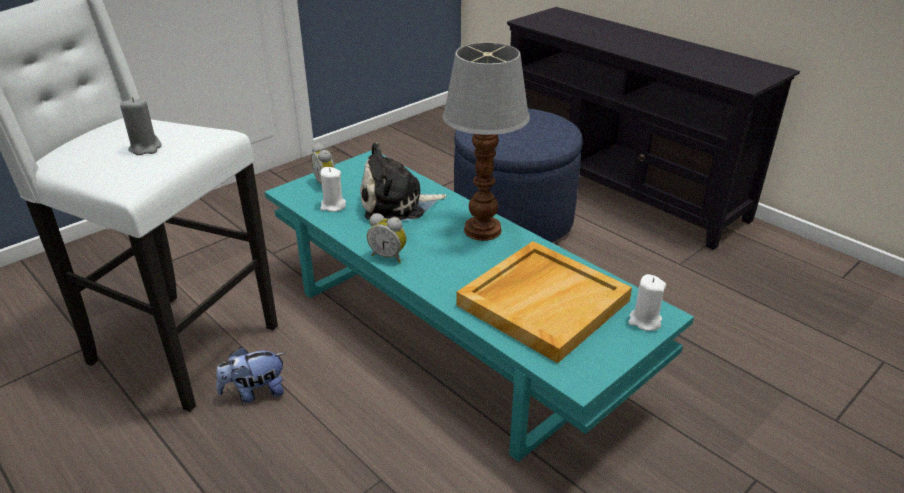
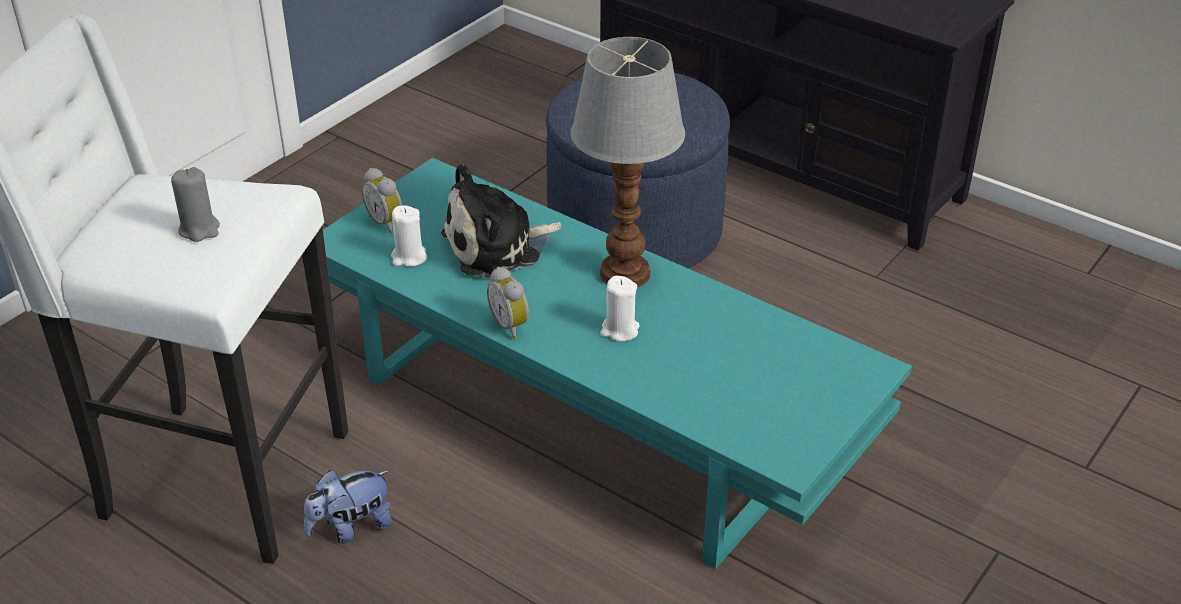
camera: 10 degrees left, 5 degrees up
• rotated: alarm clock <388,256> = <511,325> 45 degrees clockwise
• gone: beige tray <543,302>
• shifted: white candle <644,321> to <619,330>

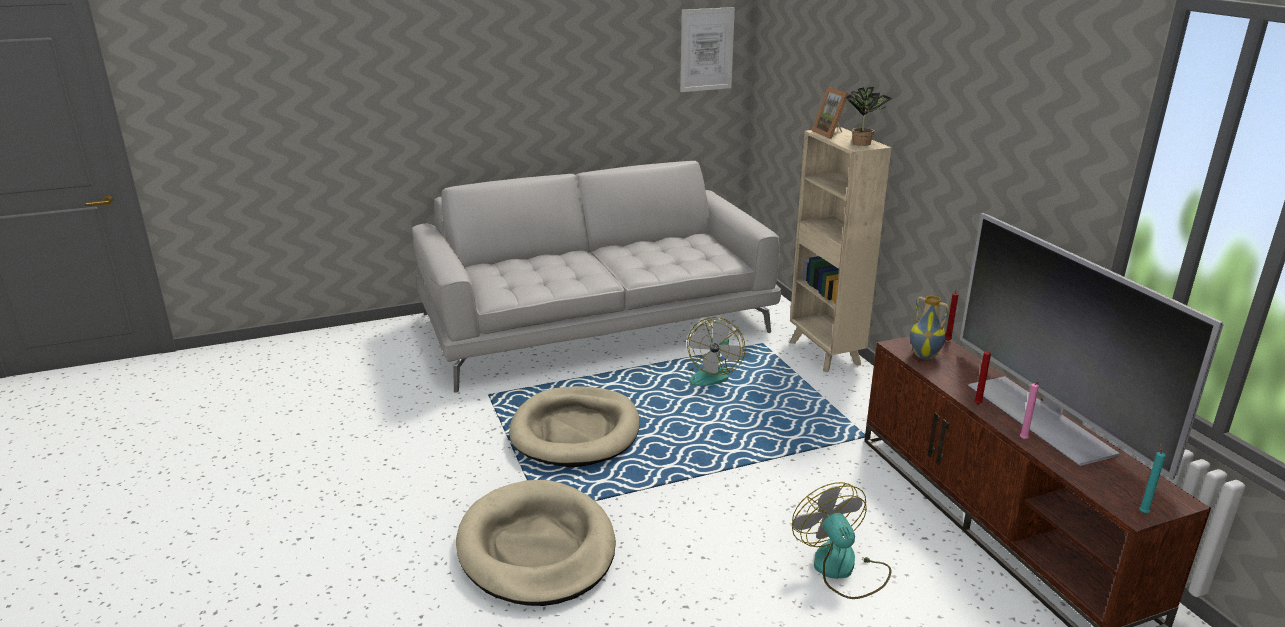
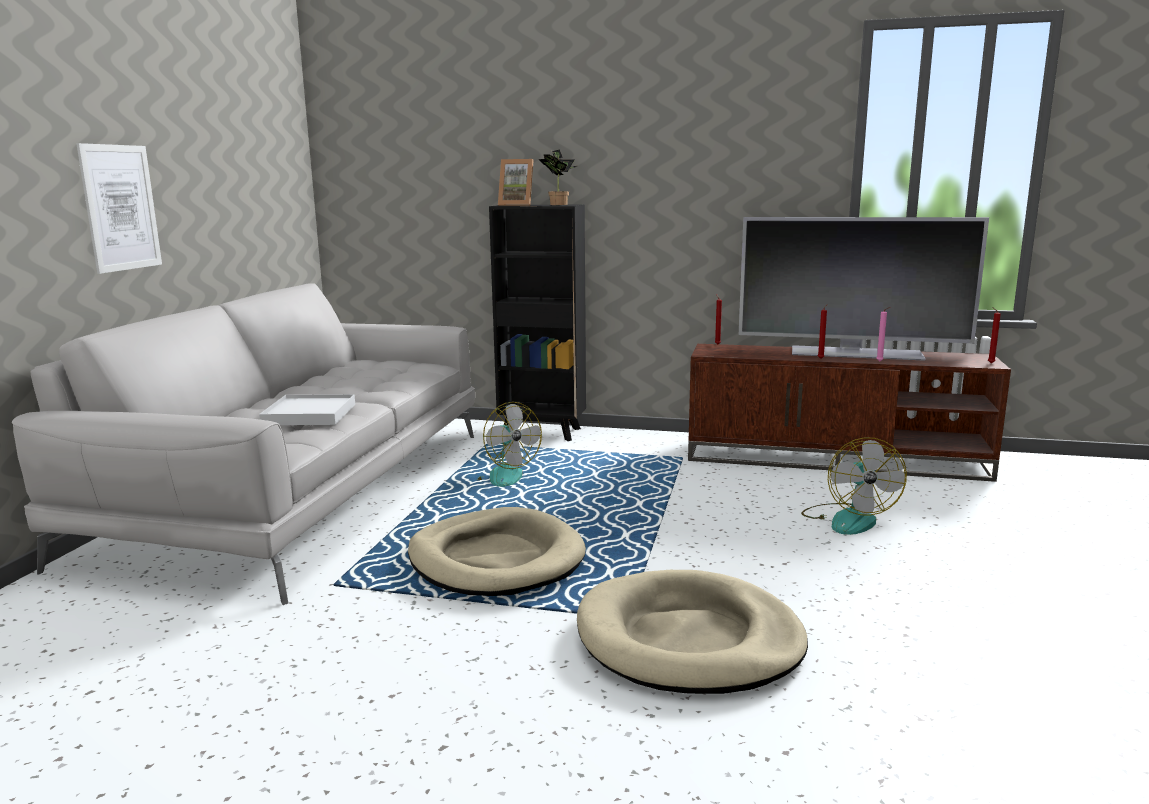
camera: 55 degrees left, 10 degrees down
• shifted: picture <706,49> to <120,208>
• repainted: beige bookcase <825,354> to black bookcase <542,432>
• rotated: fan <842,569> = <848,519> 105 degrees counterclockwise
• gone: vase <925,355>
• repainted: turquoise candle <1143,512> to red candle <990,363>
• new: white tray <310,414>

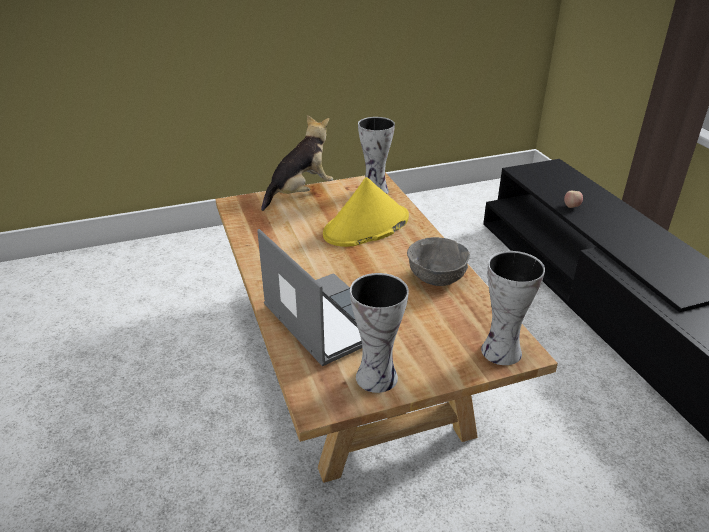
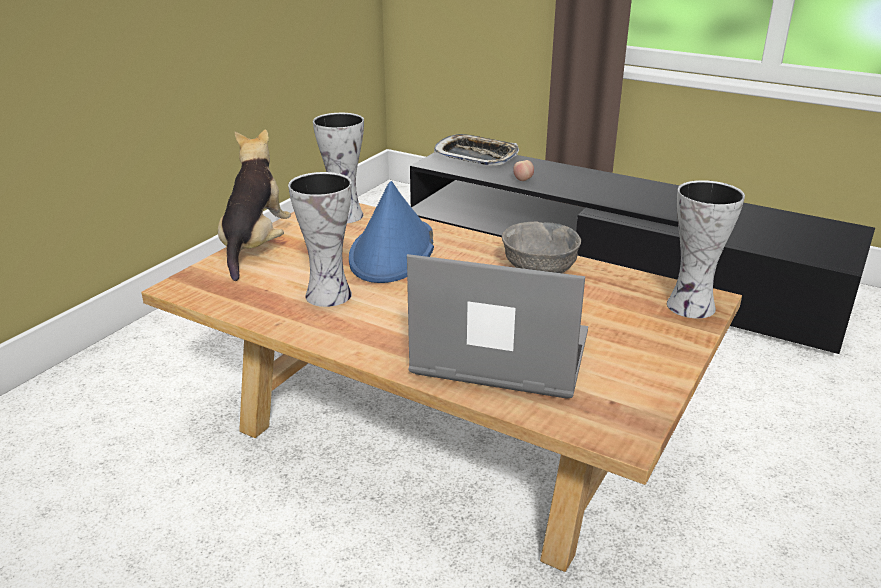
camera: 40 degrees left, 5 degrees down
• repainted: yellow hat <366,226> to blue hat <392,252>
• shifted: vase <377,375> to <327,294>
• new: tray <476,156>

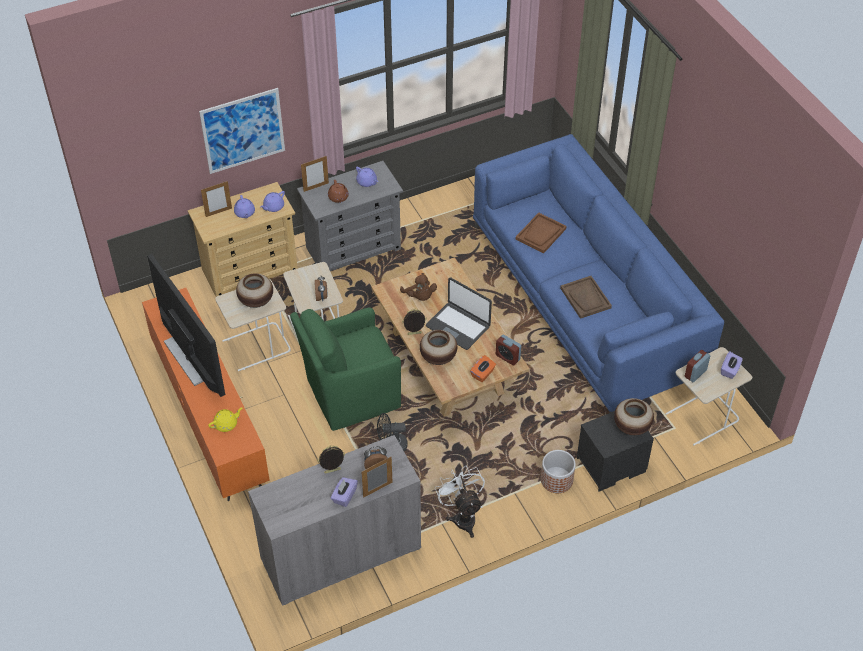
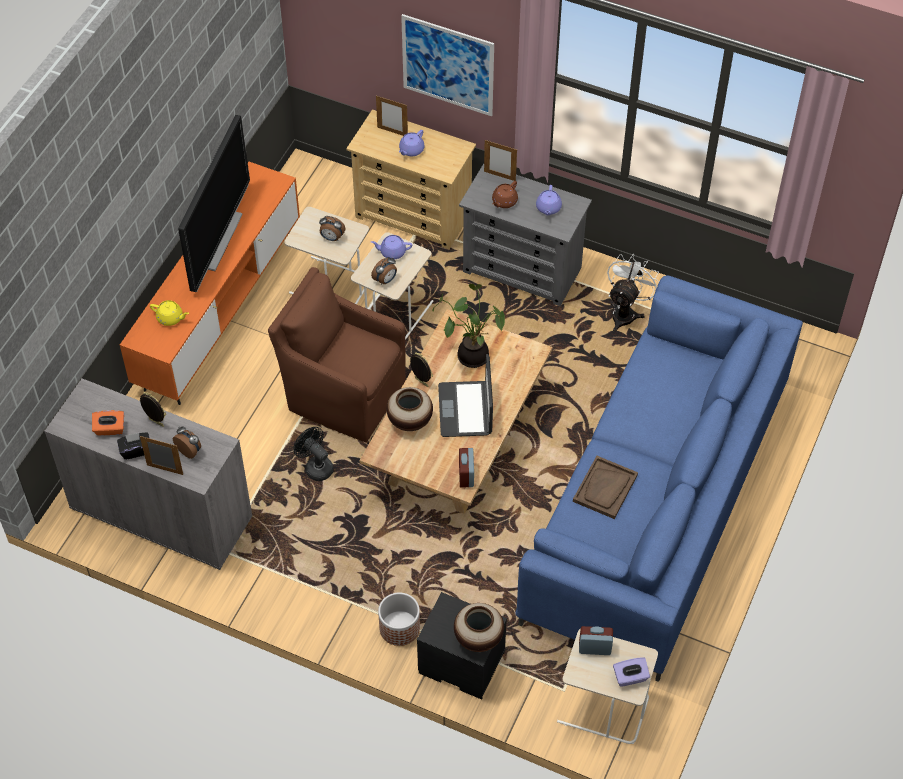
camera: 50 degrees right, 5 degrees up
• swapped: vase <256,301> to alarm clock <332,238>
• shifted: purple teapot <273,207> to <392,252>
• repainted: green armchair <350,394> to brown armchair <343,393>
• repainted: purple tissue box <344,496> to black tissue box <136,450>
• swapped: brown plush toy <419,296> to potted plant <472,354>
• shifted: white fan <462,516> to <626,312>
• shifted: orange tissue box <483,374> to <110,429>
• gone: brown tray <540,234>

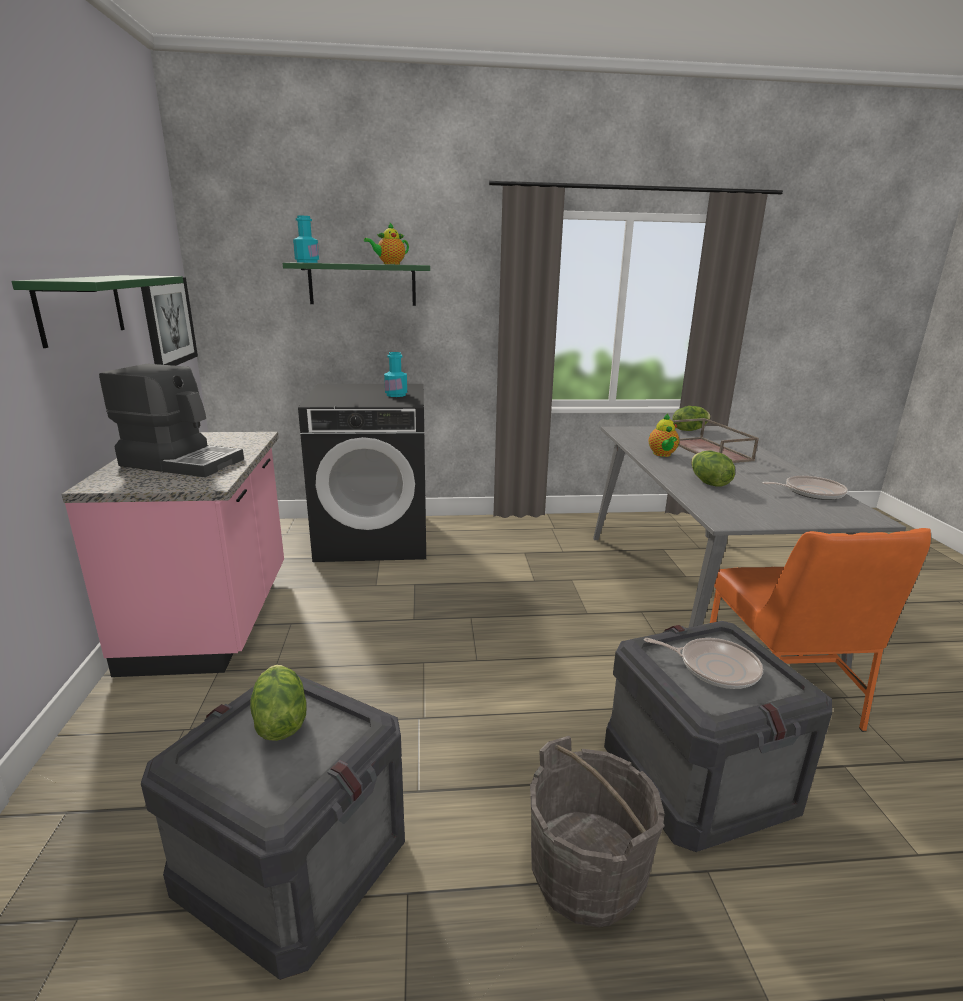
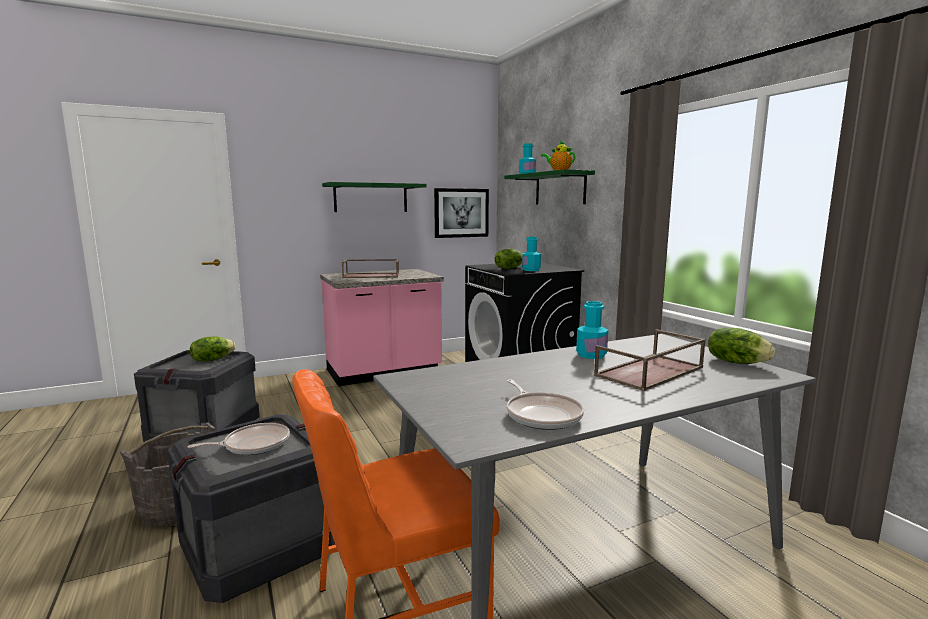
camera: 70 degrees right, 10 degrees down
• swapped: coffee machine <182,462> to brown tray <372,275>
• rotated: frying pan <714,667> = <253,444> 120 degrees counterclockwise
• swapped: teapot <662,454> to turquoise bottle <591,355>
• shifted: lettuce <708,483> to <509,268>

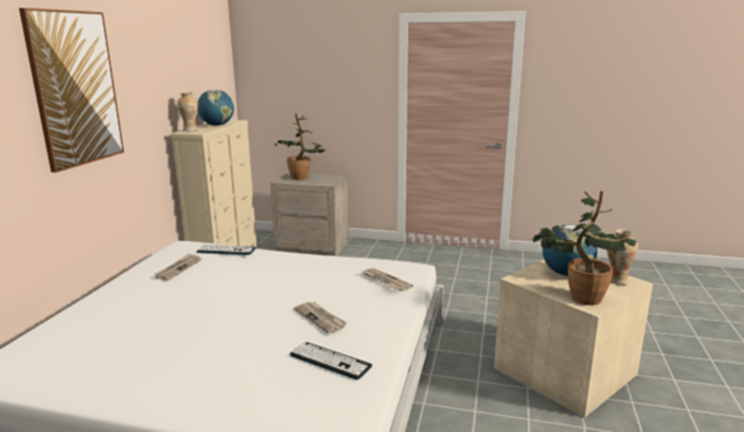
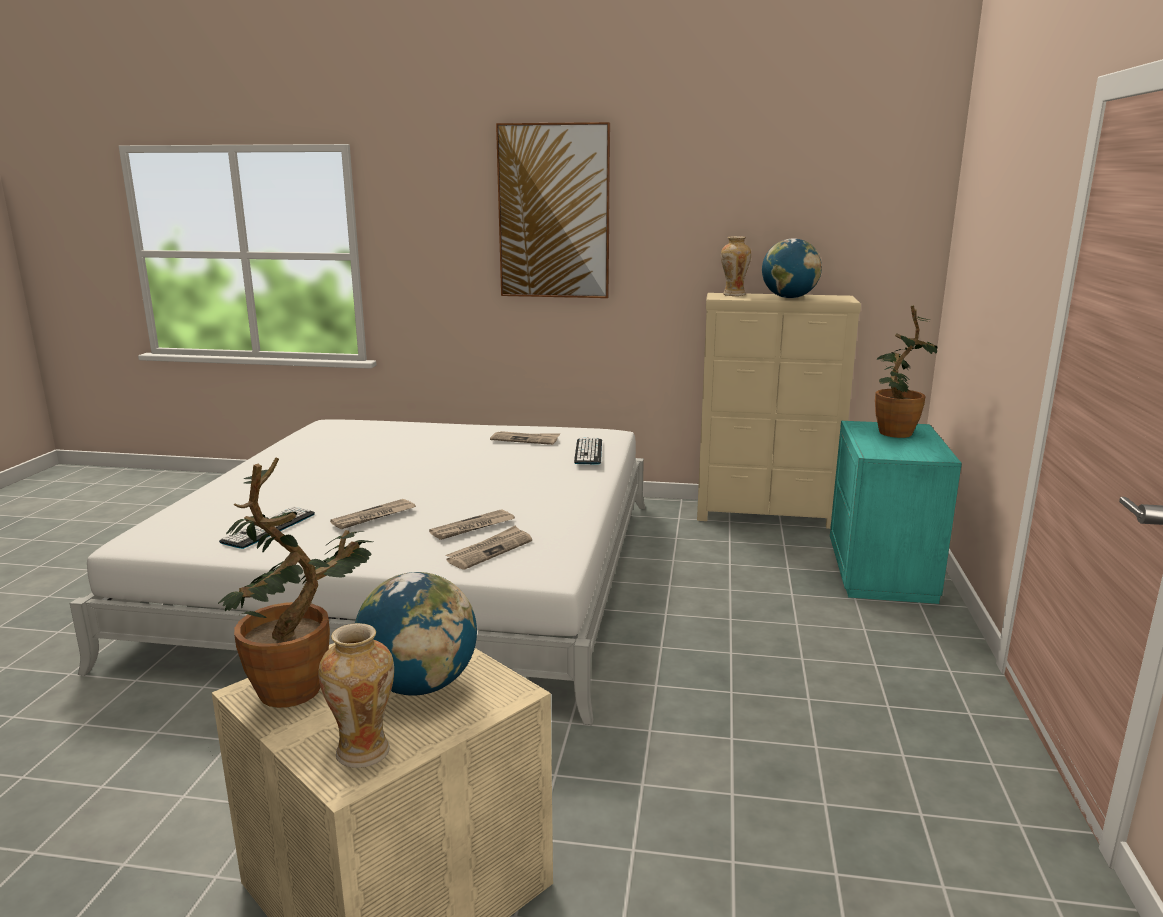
camera: 85 degrees right, 0 degrees up
• repainted: beige nightstand <313,245> to turquoise nightstand <883,572>
• new: newspaper <472,527>

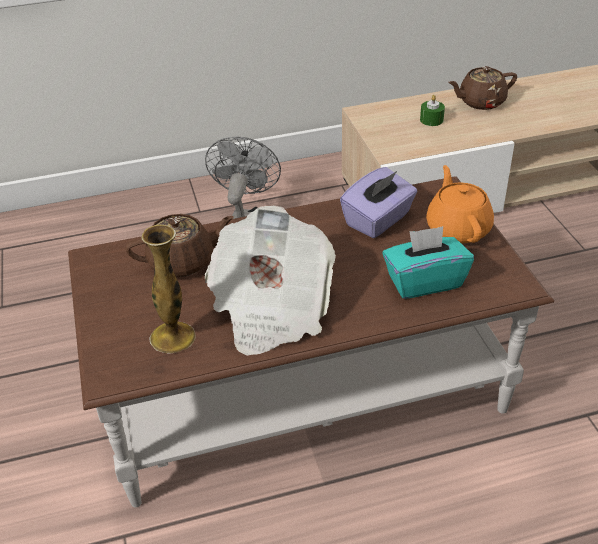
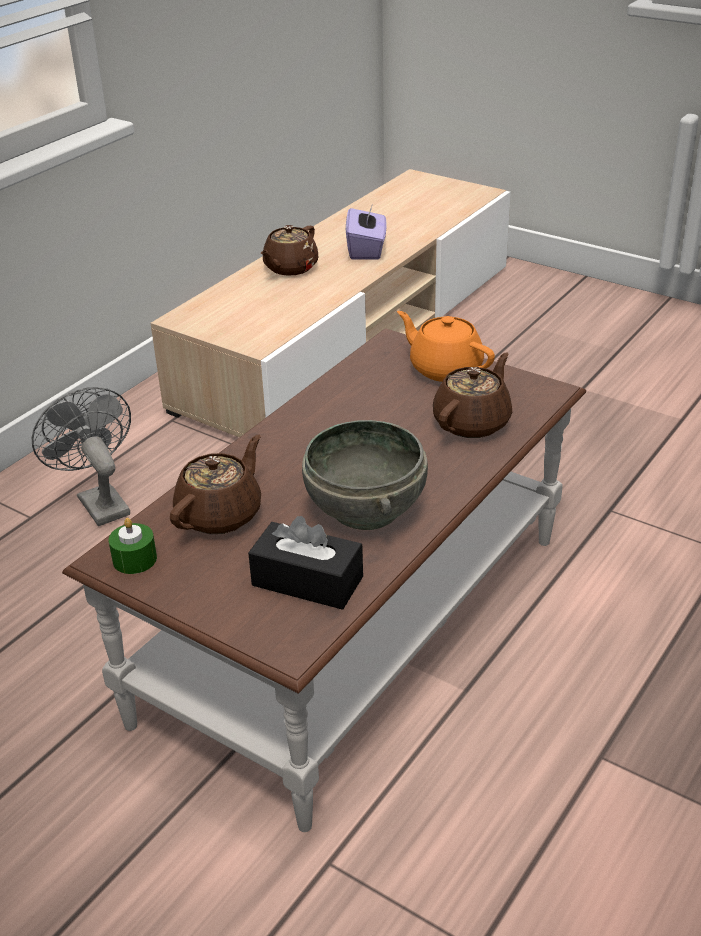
camera: 40 degrees left, 5 degrees down
• swapped: vase <173,337> to black tissue box <307,581>
• swapped: newspaper <271,308> to grey bowl <367,508>
• shifted: purple tissue box <378,220> to <366,250>
• swapped: turquoise tissue box <424,281> to brown teapot <473,422>
• shifted: green candle <431,120> to <134,559>

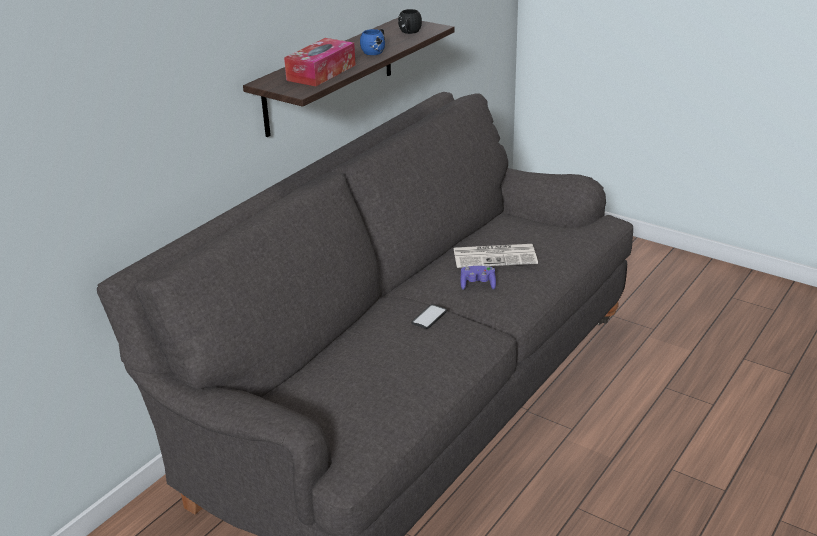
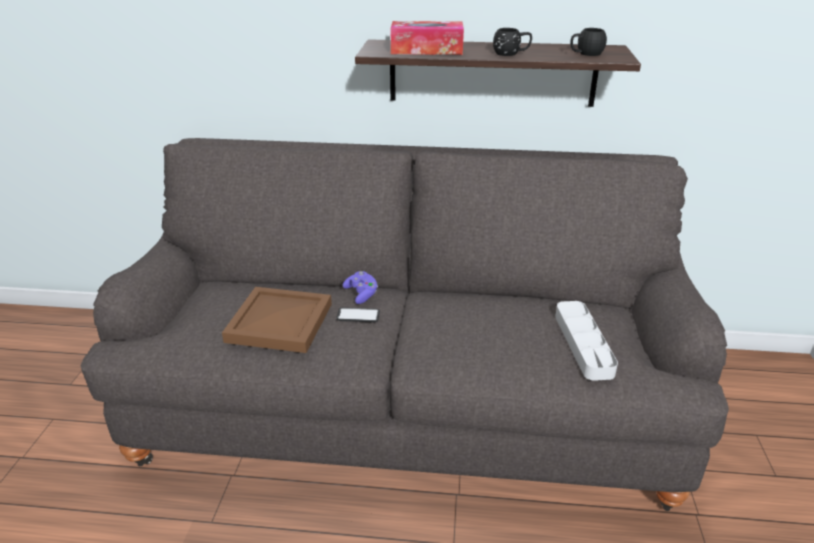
camera: 60 degrees right, 0 degrees up
• repainted: blue mug <375,51> to black mug <511,53>
• gone: newspaper <495,256>
• shifted: purple game controller <478,284> to <361,294>
• new: brown tray <279,321>
• new: grey tray <583,343>

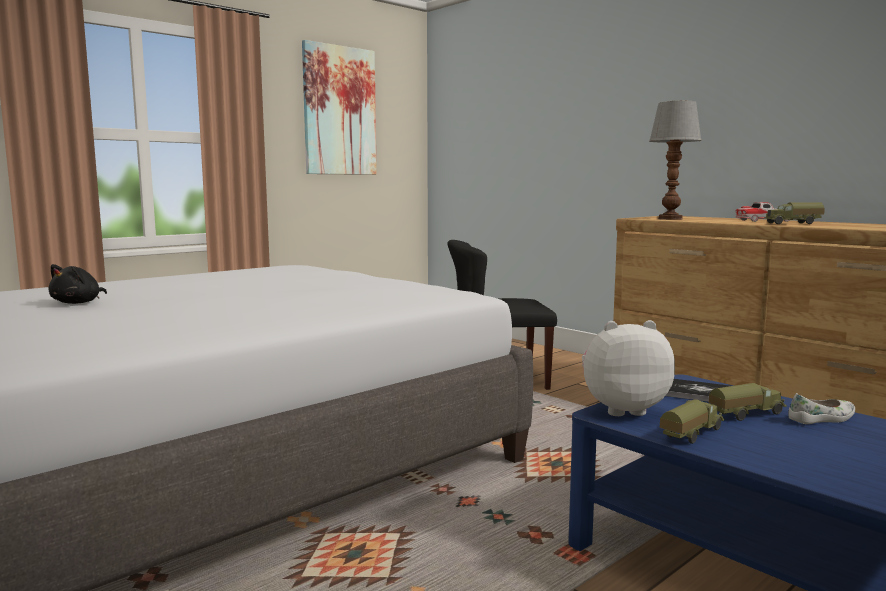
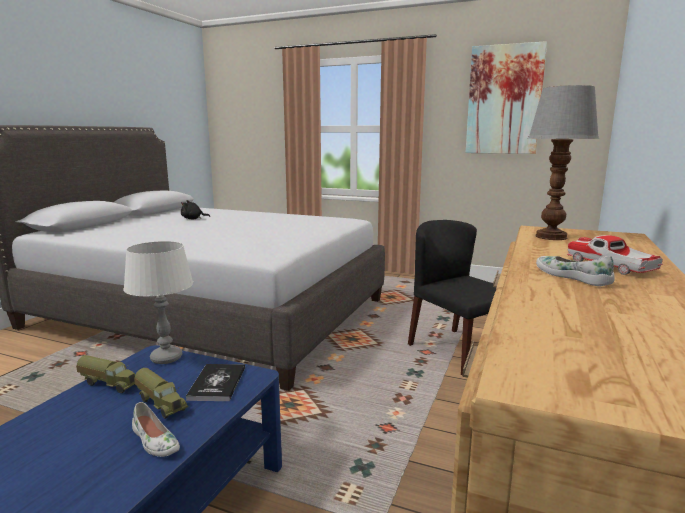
camera: 65 degrees right, 5 degrees up
• swapped: plush toy <622,409> to white table lamp <166,358>
• swapped: toy truck <793,223> to white shoe <572,277>

